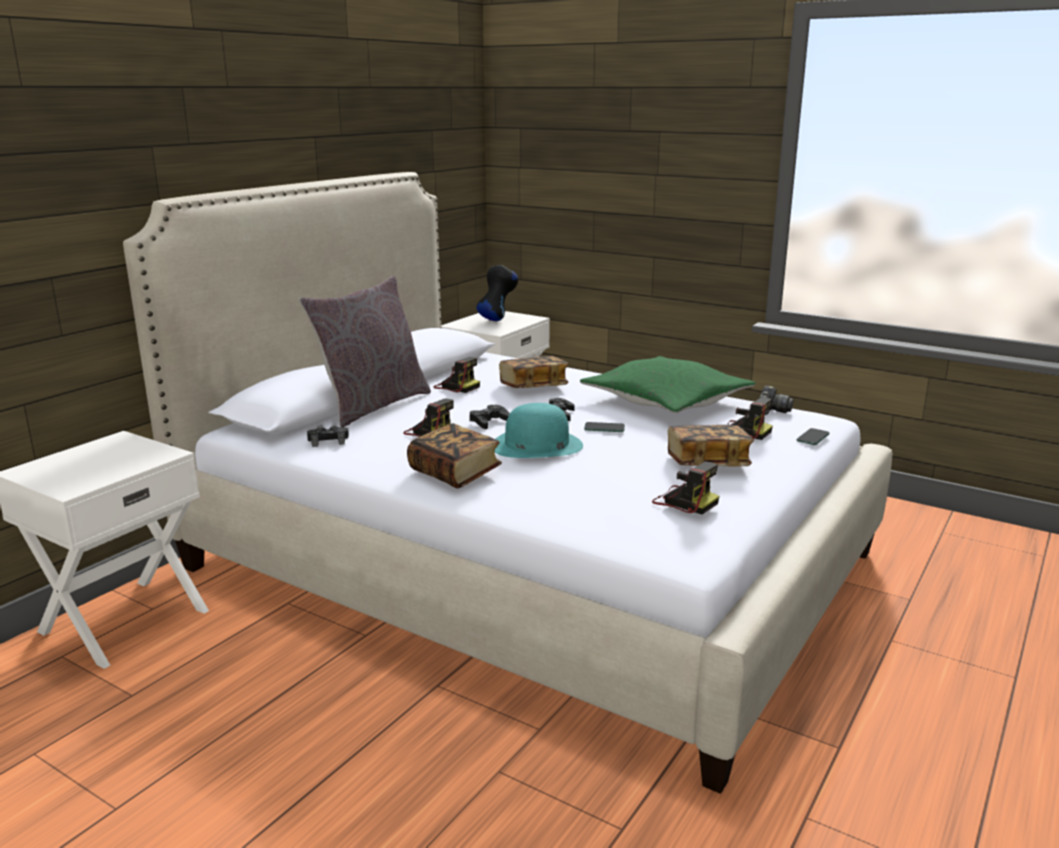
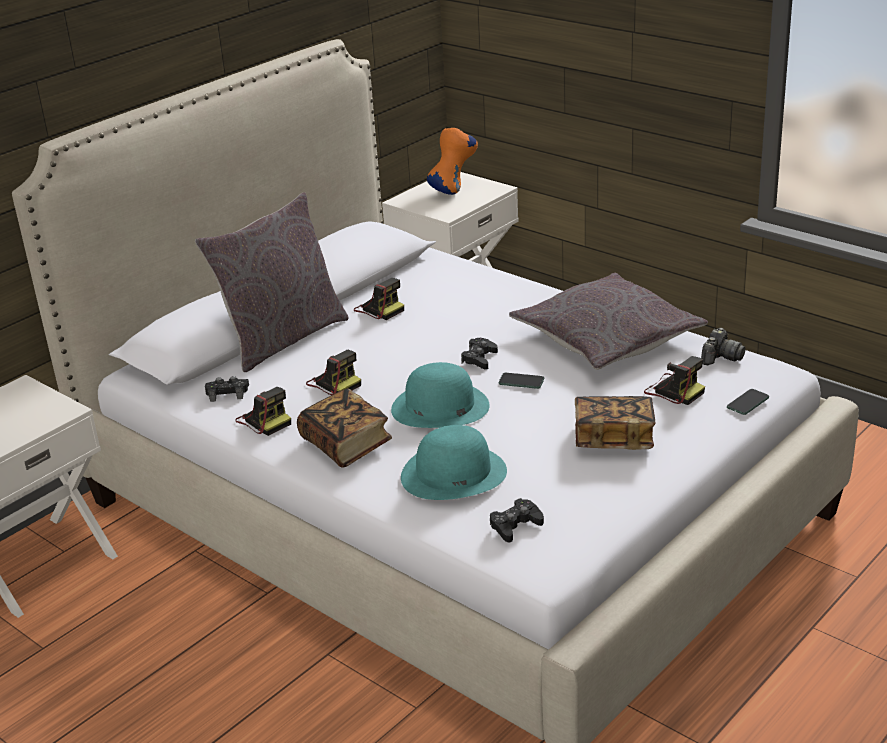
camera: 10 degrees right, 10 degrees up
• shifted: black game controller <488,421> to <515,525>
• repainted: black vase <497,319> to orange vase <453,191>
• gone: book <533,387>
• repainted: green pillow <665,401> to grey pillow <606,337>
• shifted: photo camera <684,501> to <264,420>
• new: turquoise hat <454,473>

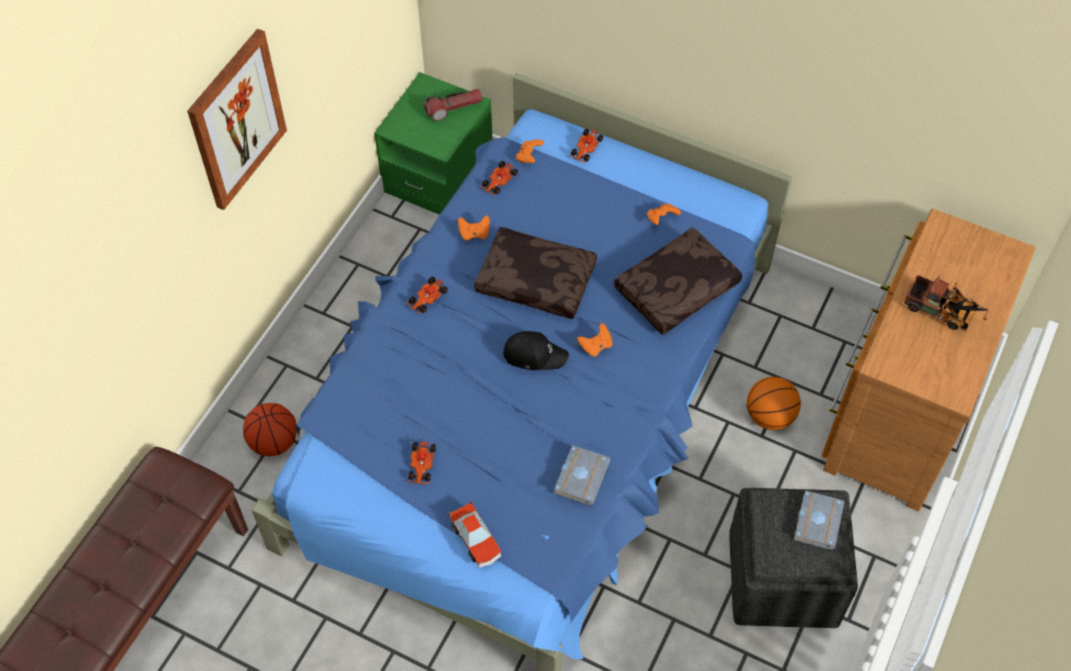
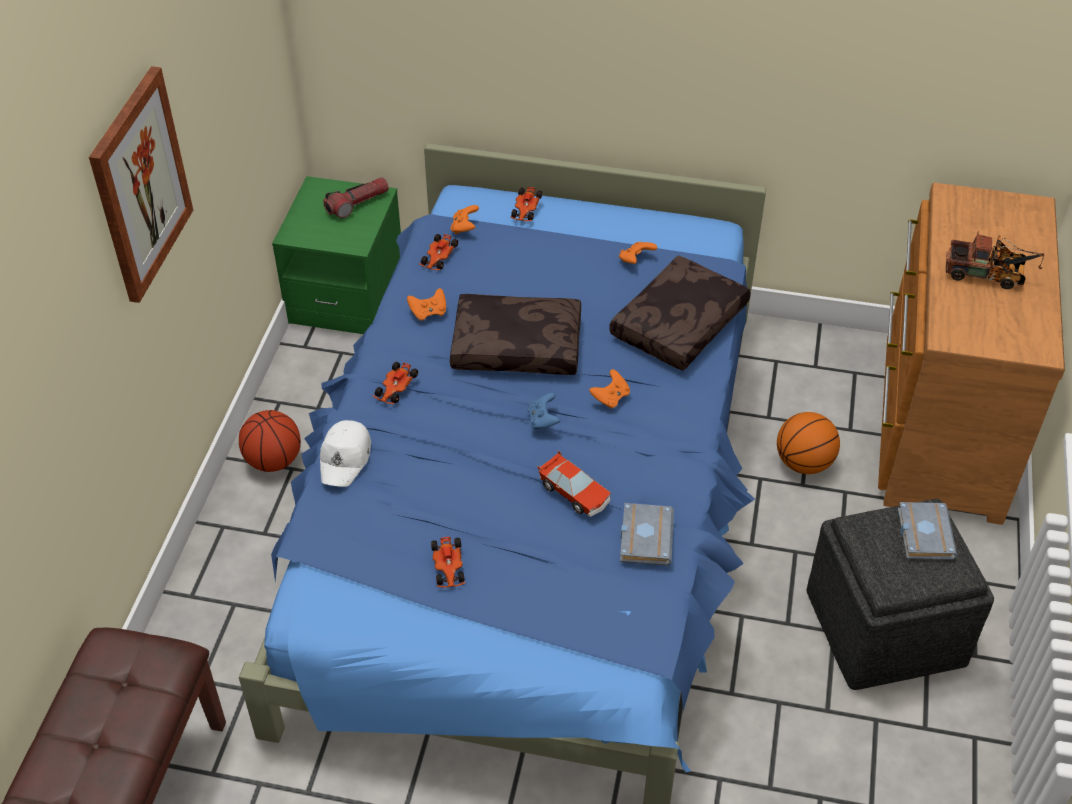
camera: 15 degrees left, 10 degrees down
• shifted: basketball <274,442> to <274,460>
• shifted: toy car <476,540> to <574,493>
• swapped: black cap <534,354> to blue game controller <543,420>
• new: white cap <346,458>

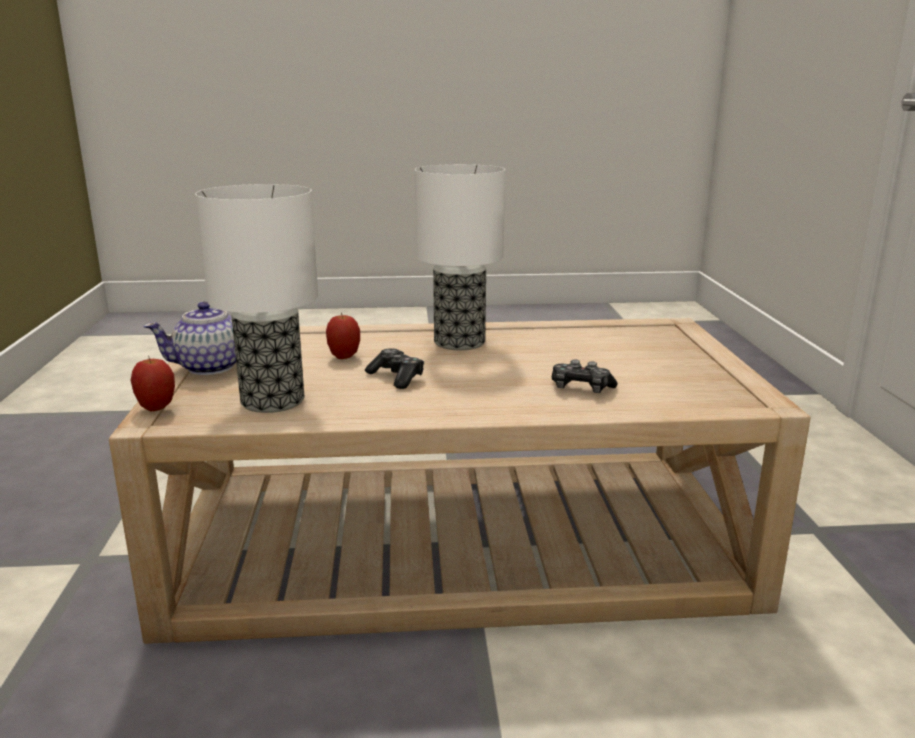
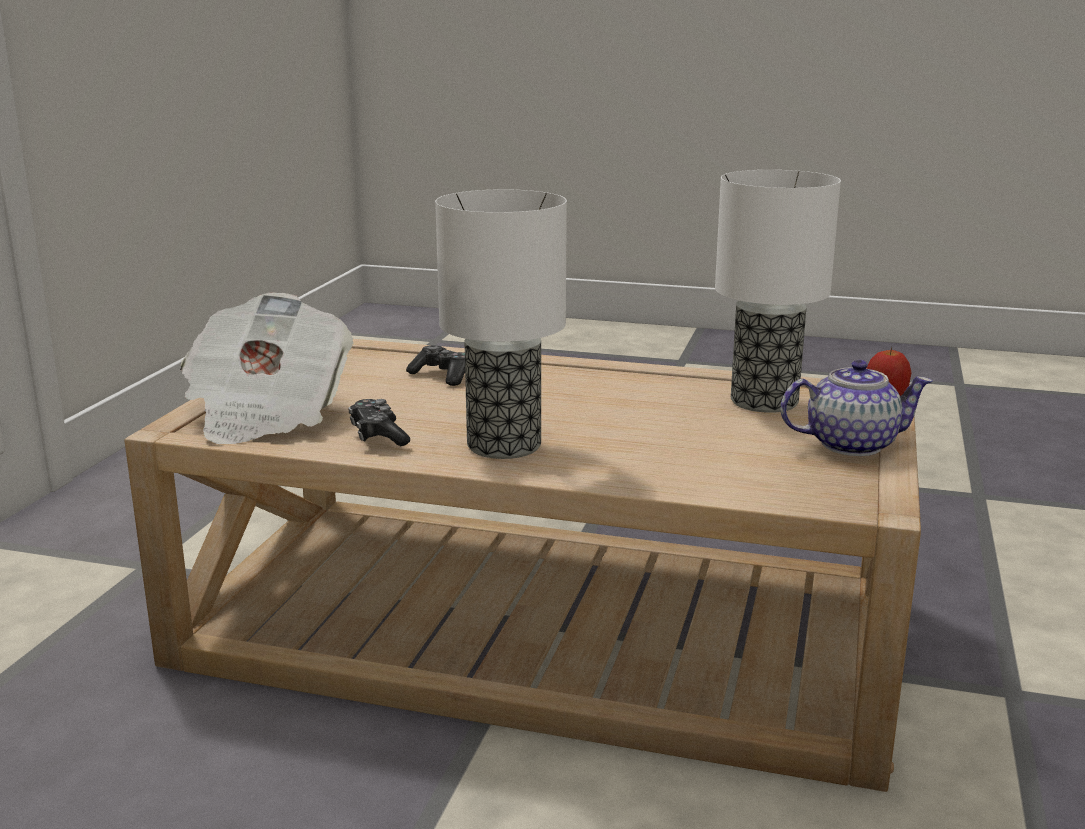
camera: 160 degrees left, 0 degrees up
• gone: apple <344,357>
• shifted: game controller <396,377> to <378,435>
• new: newspaper <266,413>

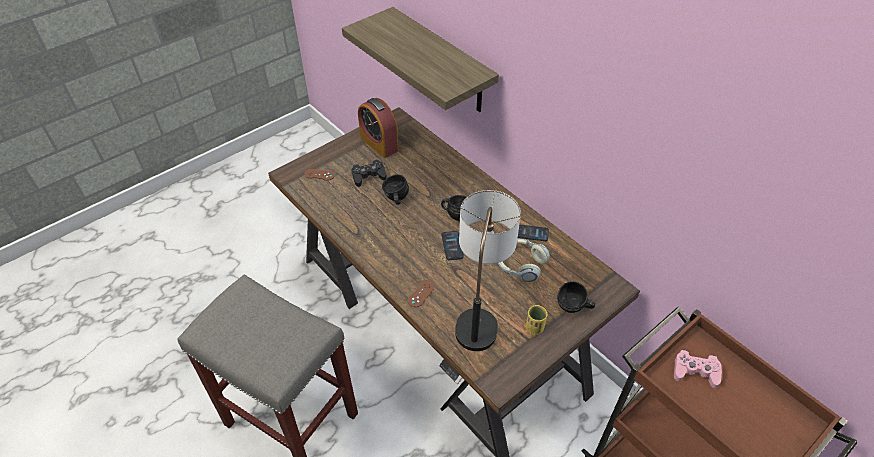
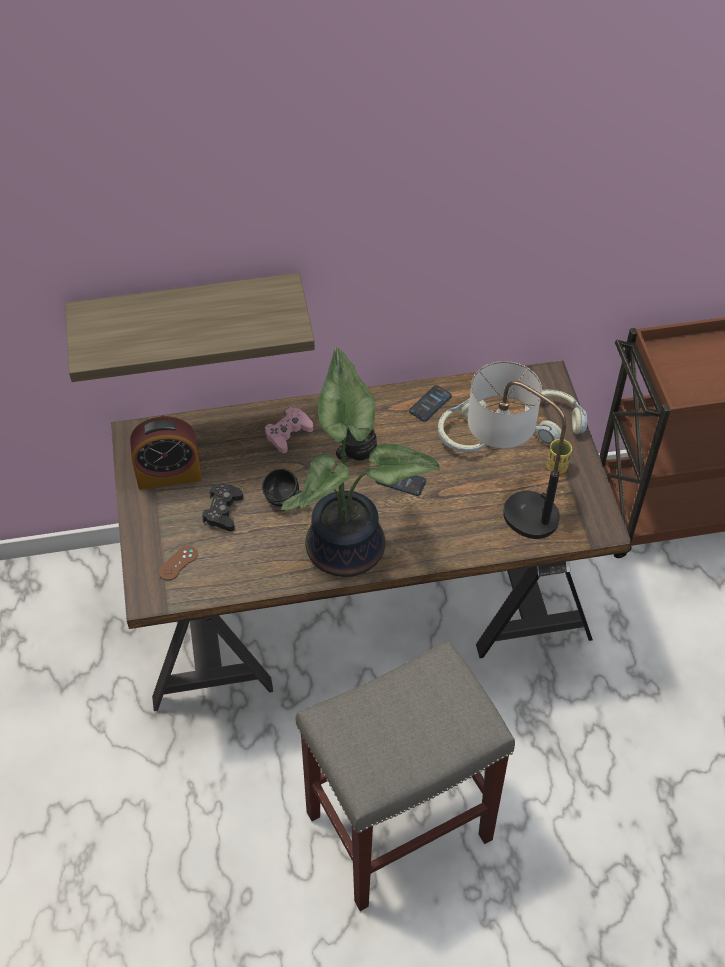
camera: 60 degrees left, 5 degrees up
• gone: brown game controller <421,293>
• swapped: black mug <573,308> to headphones <552,422>
• shifted: pink game controller <695,371> to <288,433>
• new: potted plant <349,545>

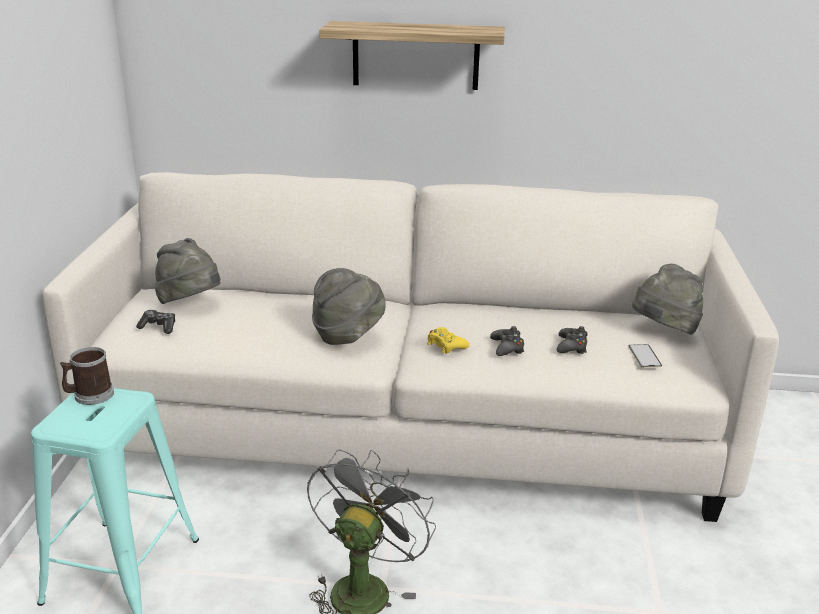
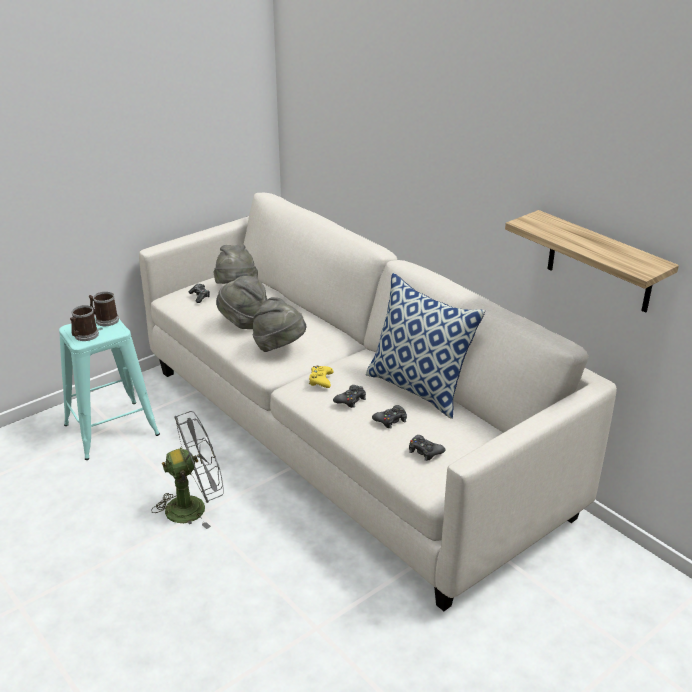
camera: 45 degrees right, 5 degrees up
• shifted: shelf <415,55> to <600,262>
• swapped: phone <644,356> to black game controller <425,451>
• shifted: grey hat <663,331> to <244,323>
• new: mug <84,336>
• new: pillow <419,388>

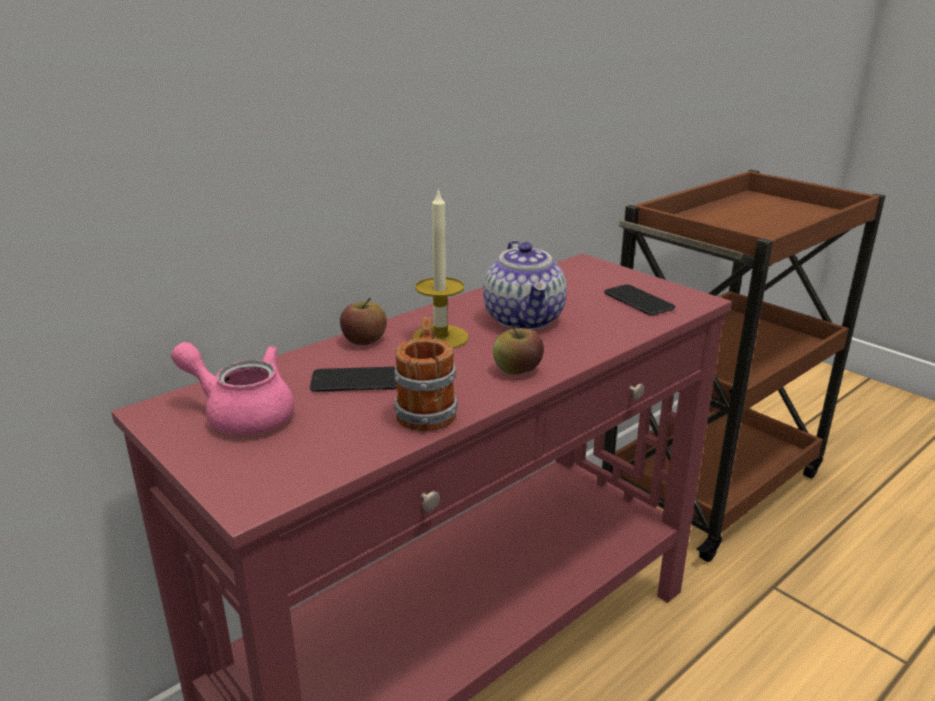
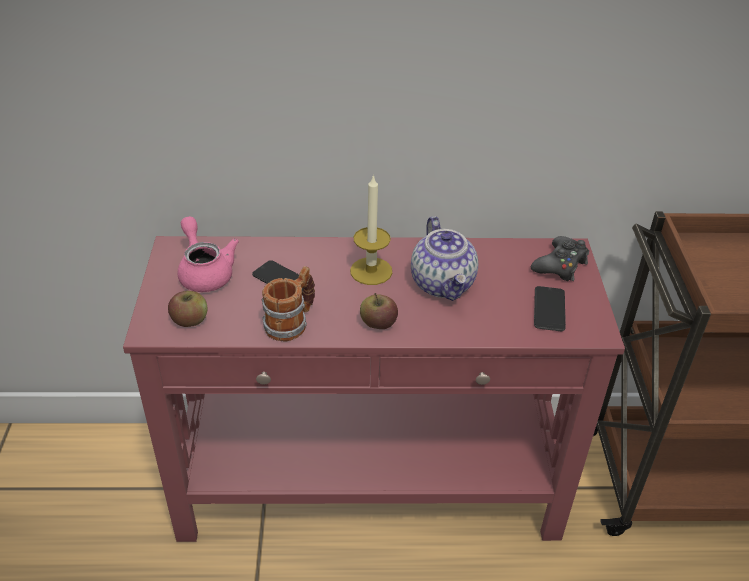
camera: 40 degrees right, 15 degrees up
• shifted: apple <364,340> to <190,320>
• rotated: teapot <525,320> = <443,284> 45 degrees counterclockwise
• new: black game controller <560,265>

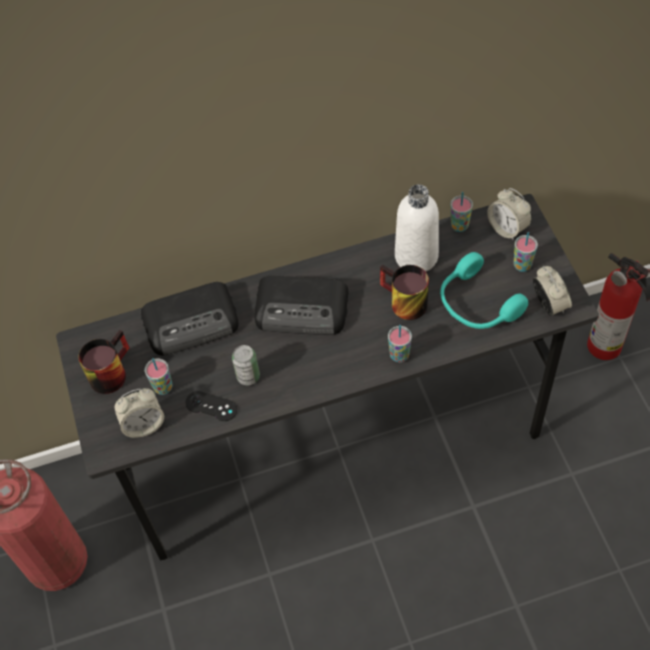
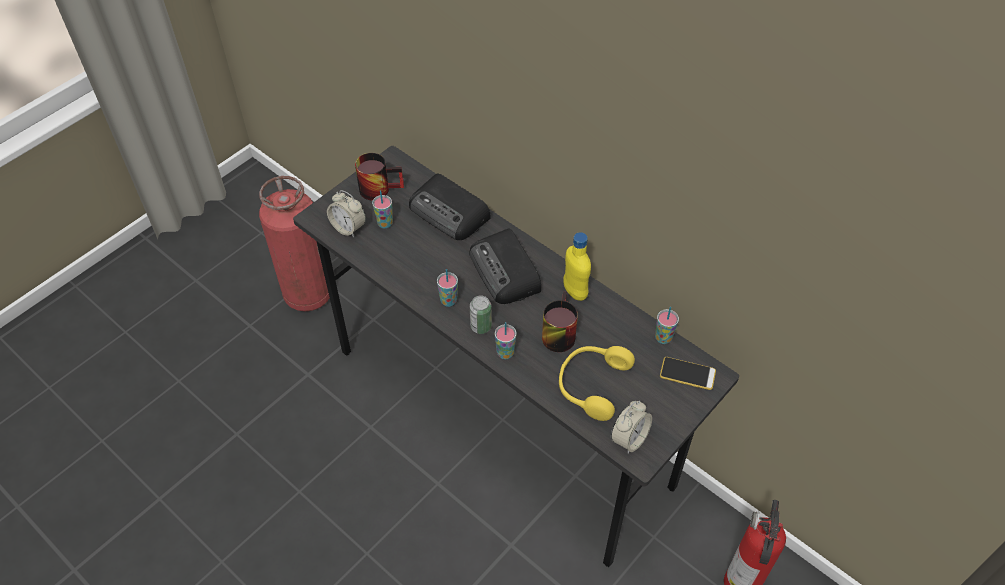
camera: 55 degrees right, 5 degrees down
• gone: black game controller <211,406>
• shifted: can <248,376> to <481,326>
• gone: white bottle <416,256>
• repainted: turquoise headphones <476,304> to yellow headphones <591,384>
• swapped: alarm clock <507,228> to phone <687,373>
• shifted: cup <522,265> to <448,301>
• new: yellow bottle <575,291>

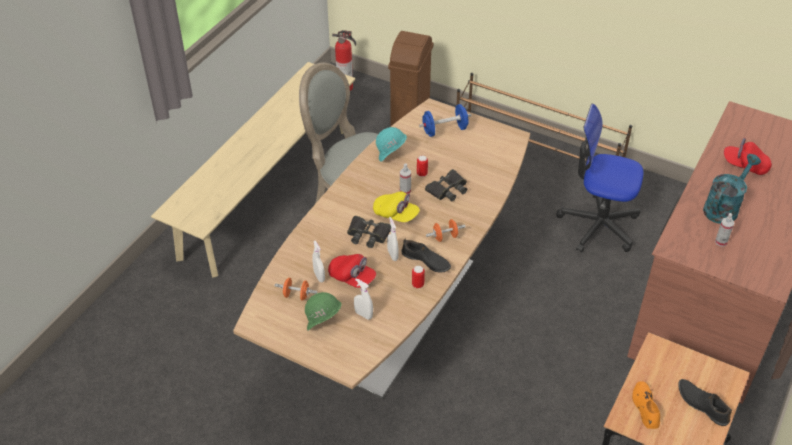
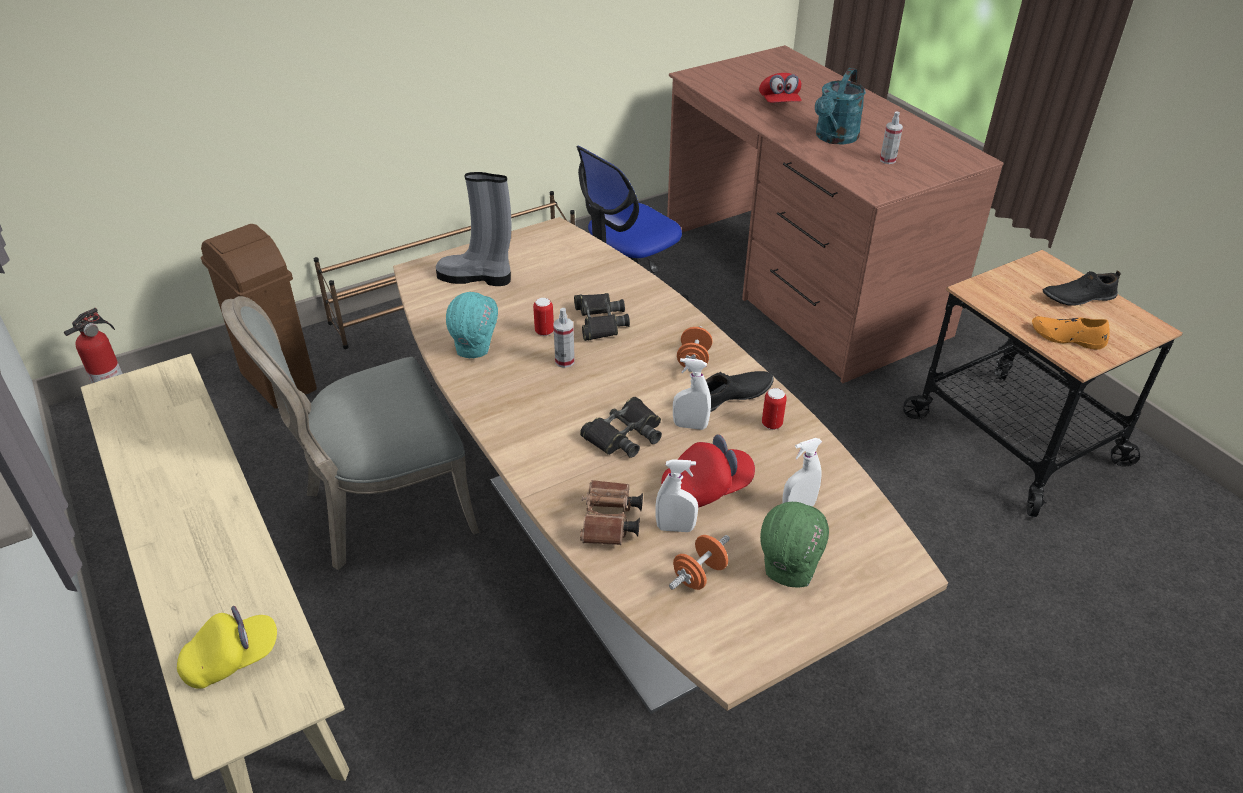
camera: 60 degrees left, 5 degrees down
• shifted: yellow cap <396,214> to <232,659>
• swapped: blue dumbbell <445,130> to grey boot <476,277>
• rotated: turquoise watering can <724,207> = <834,138> 135 degrees counterclockwise
• rotated: red cap <745,165> = <779,103> 60 degrees counterclockwise
• new: brown binoculars <610,524>

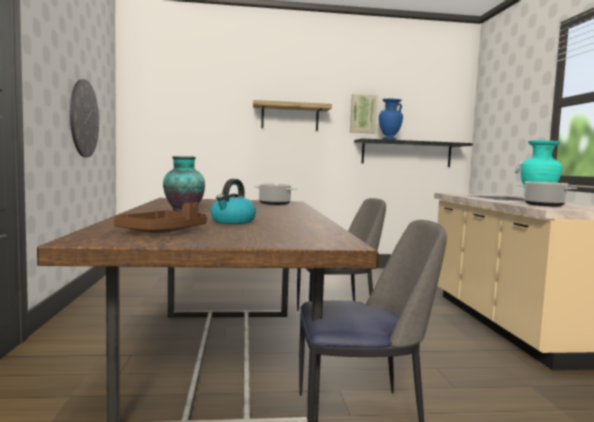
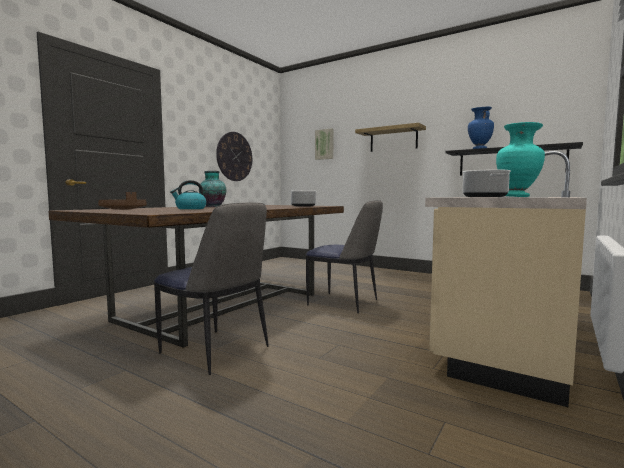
camera: 40 degrees right, 0 degrees up
• shifted: picture <363,114> to <324,144>

